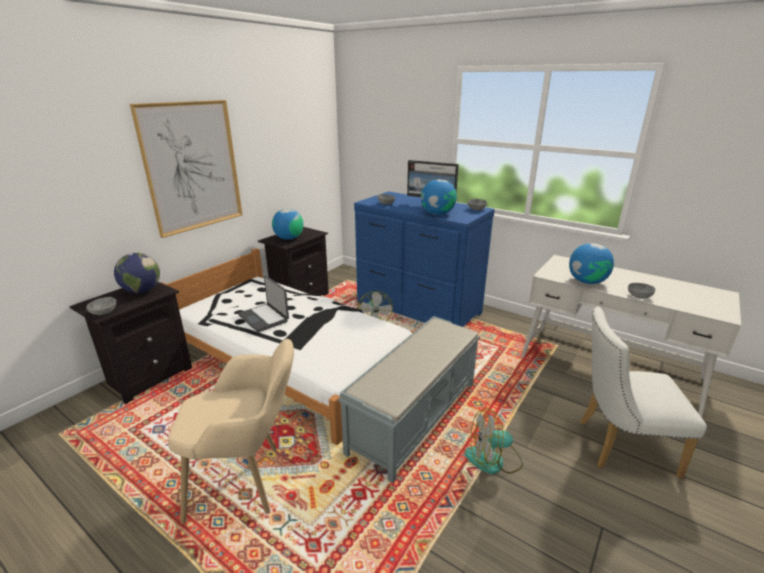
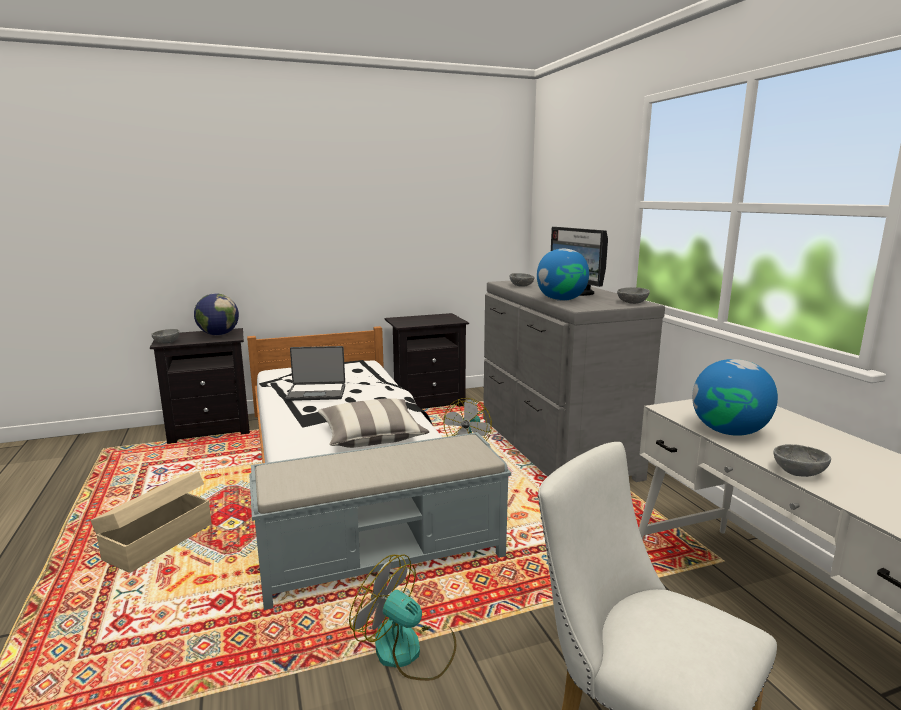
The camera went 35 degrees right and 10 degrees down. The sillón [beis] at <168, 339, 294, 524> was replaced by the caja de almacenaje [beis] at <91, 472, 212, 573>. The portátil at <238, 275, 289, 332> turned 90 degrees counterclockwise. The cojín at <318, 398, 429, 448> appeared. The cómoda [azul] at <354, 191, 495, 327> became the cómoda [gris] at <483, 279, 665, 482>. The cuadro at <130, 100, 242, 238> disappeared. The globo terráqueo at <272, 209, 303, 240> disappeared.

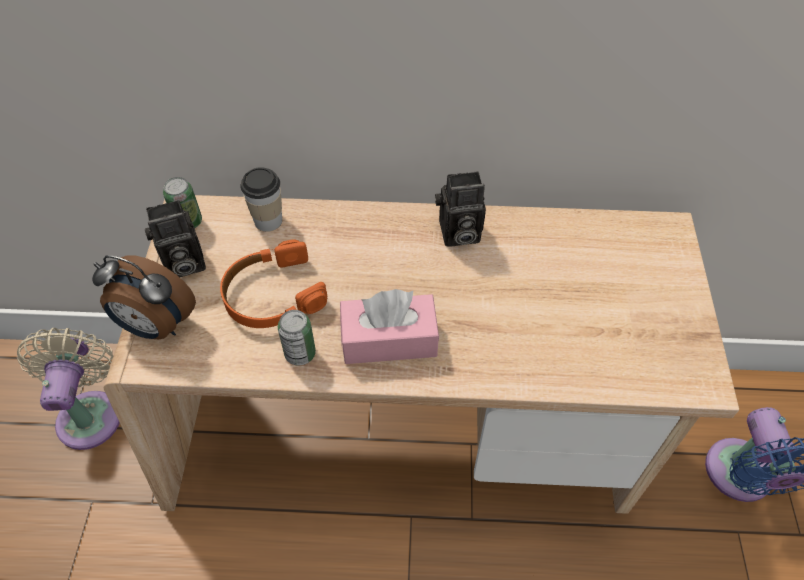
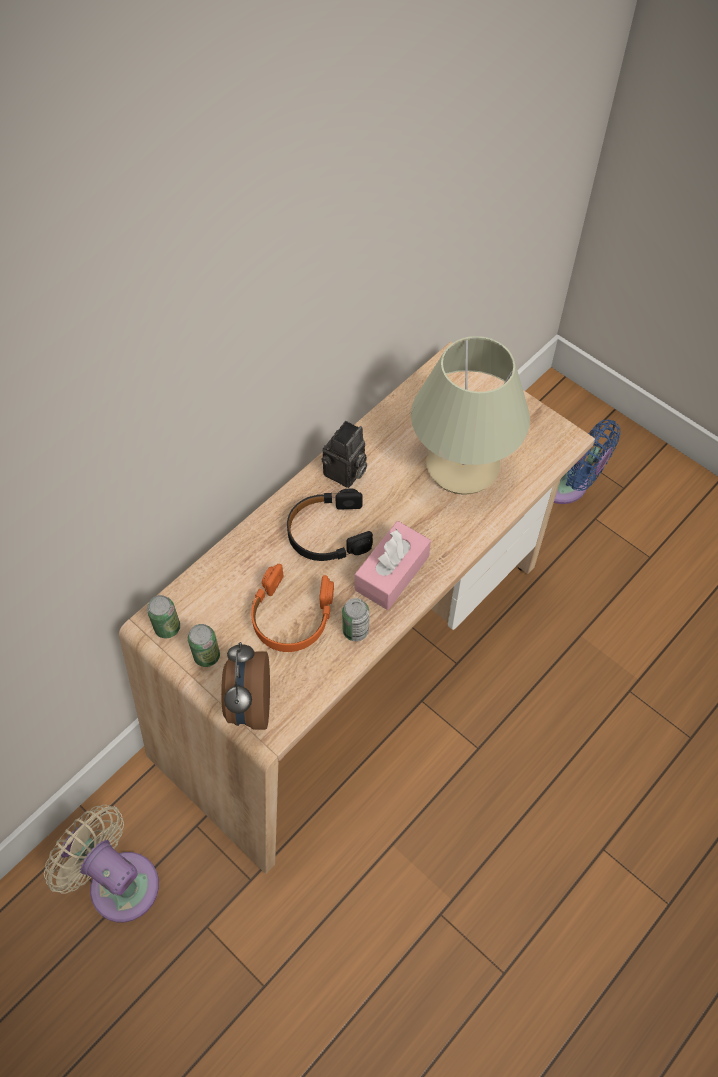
The camera went 50 degrees left and 5 degrees up. The cámara at <145, 200, 206, 277> was replaced by the lata at <188, 624, 220, 667>. The despertador at <92, 255, 196, 339> turned 120 degrees clockwise. The auriculares [negro] at <287, 489, 373, 561> appeared. The lámpara de mesa [beis] at <411, 336, 530, 495> appeared. The taza at <240, 167, 282, 232> disappeared.

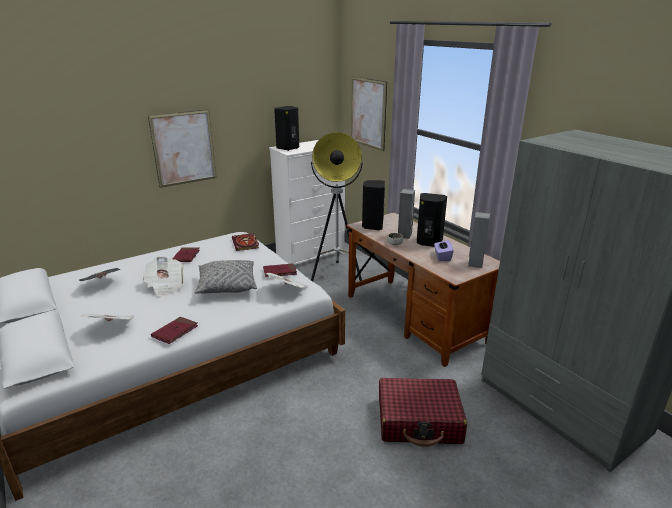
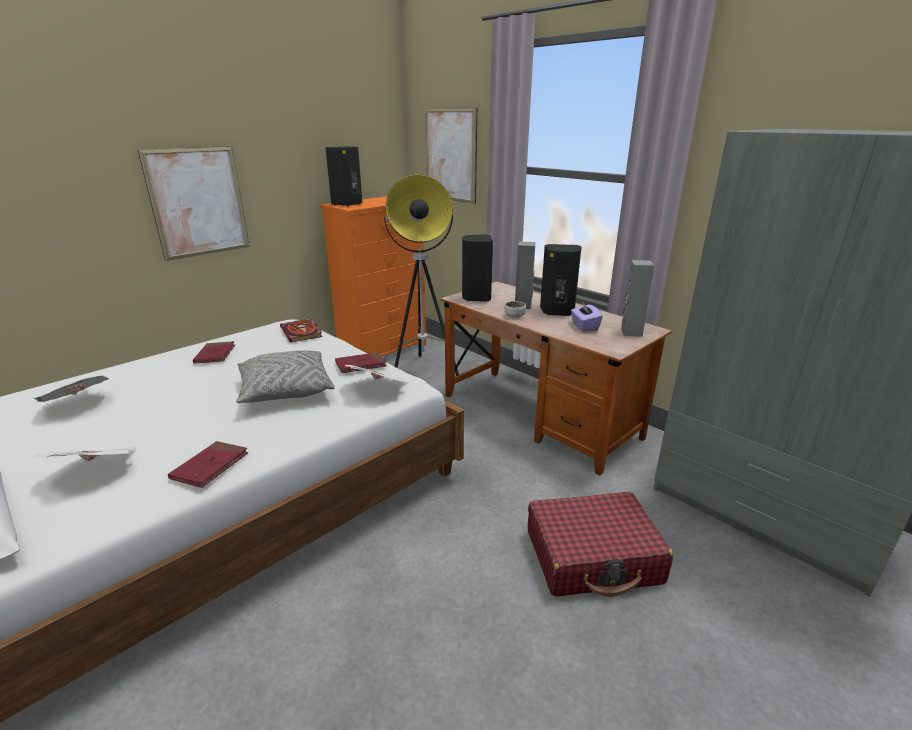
The camera went 10 degrees left and 0 degrees up. The cómoda [blanco] at <269, 140, 345, 265> became the cómoda [naranja] at <320, 196, 426, 356>. The periódico at <143, 256, 184, 297> disappeared.

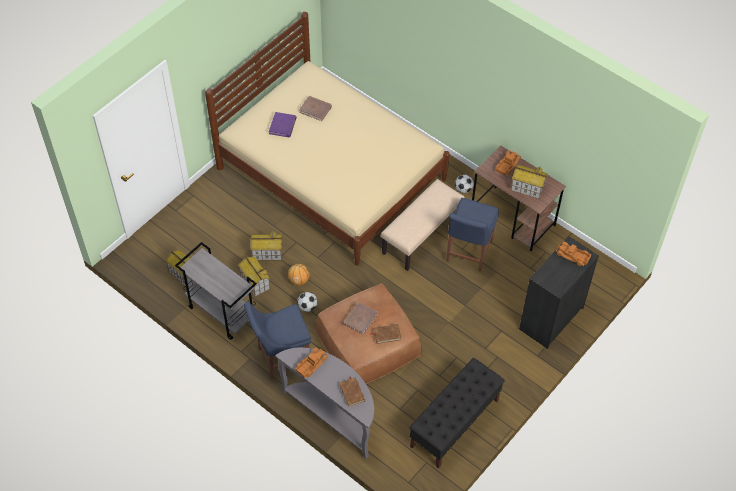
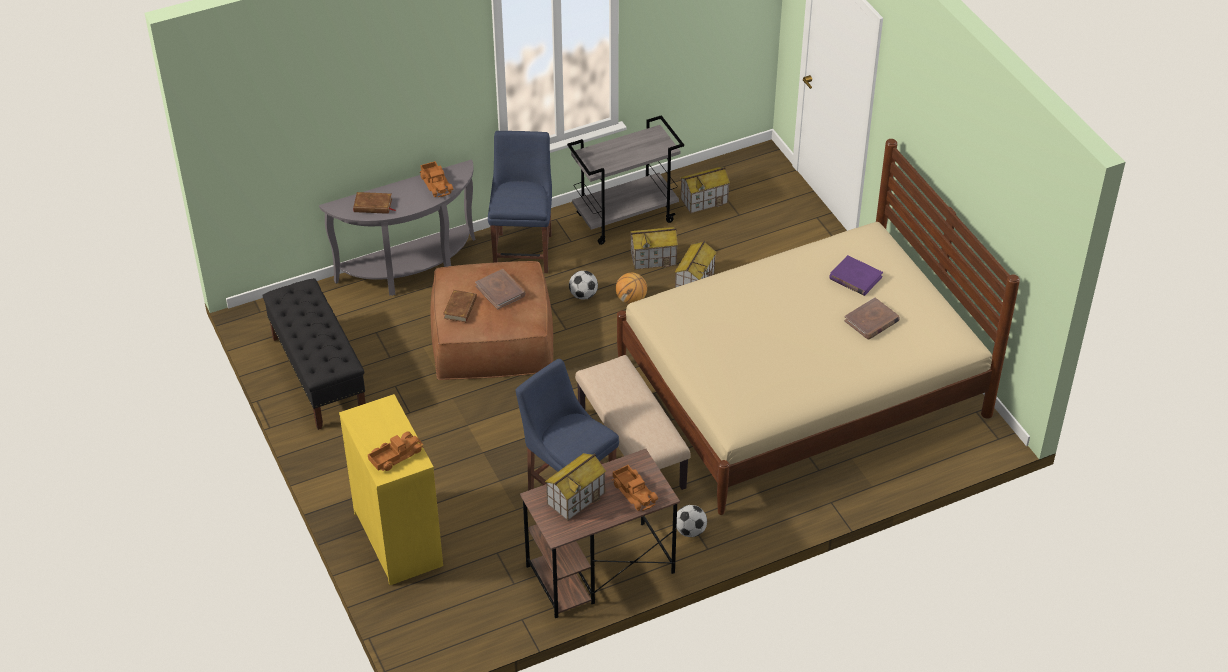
The camera went 115 degrees right and 10 degrees down. The cómoda [negro] at <519, 236, 599, 349> became the cómoda [amarillo] at <339, 394, 443, 585>.

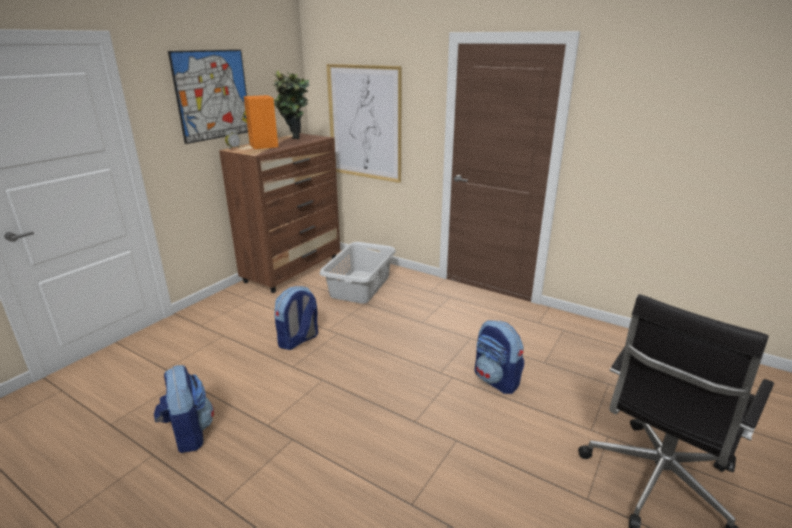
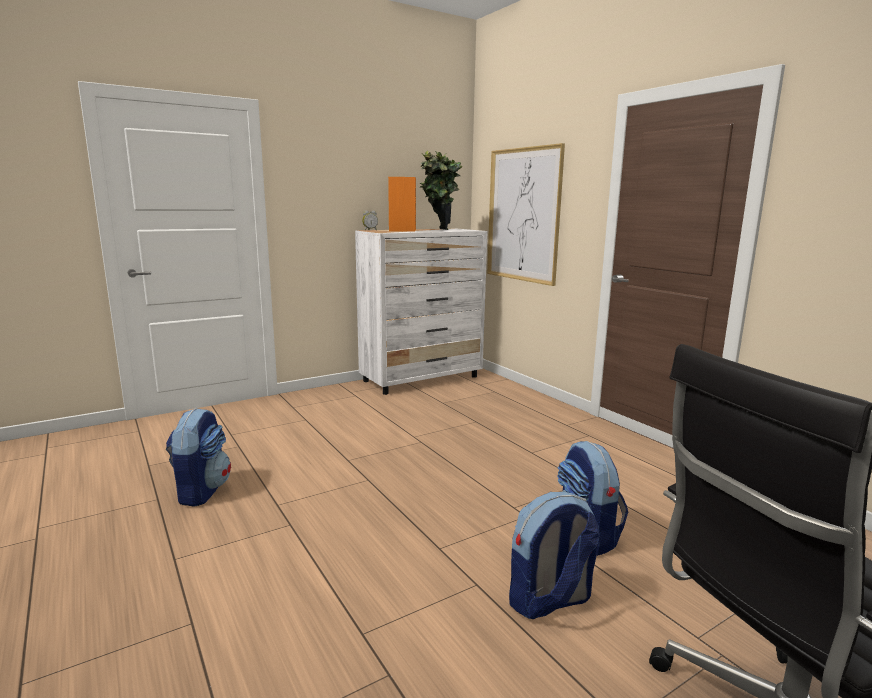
The camera went 25 degrees right and 10 degrees down. The cómoda [marrón] at <219, 133, 340, 293> became the cómoda [blanco] at <355, 229, 488, 395>. The mochila moved from <274, 286, 318, 350> to <509, 492, 599, 619>. The cuadro at <168, 50, 248, 144> disappeared. The cesto de la ropa [gris] at <320, 242, 396, 304> disappeared.

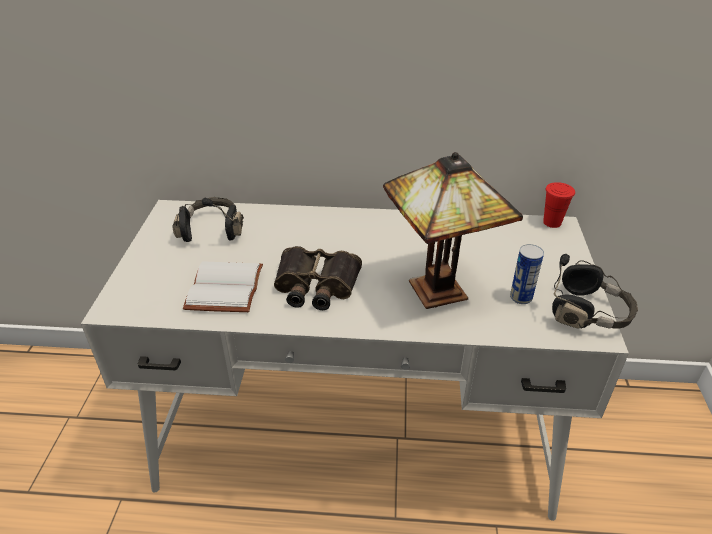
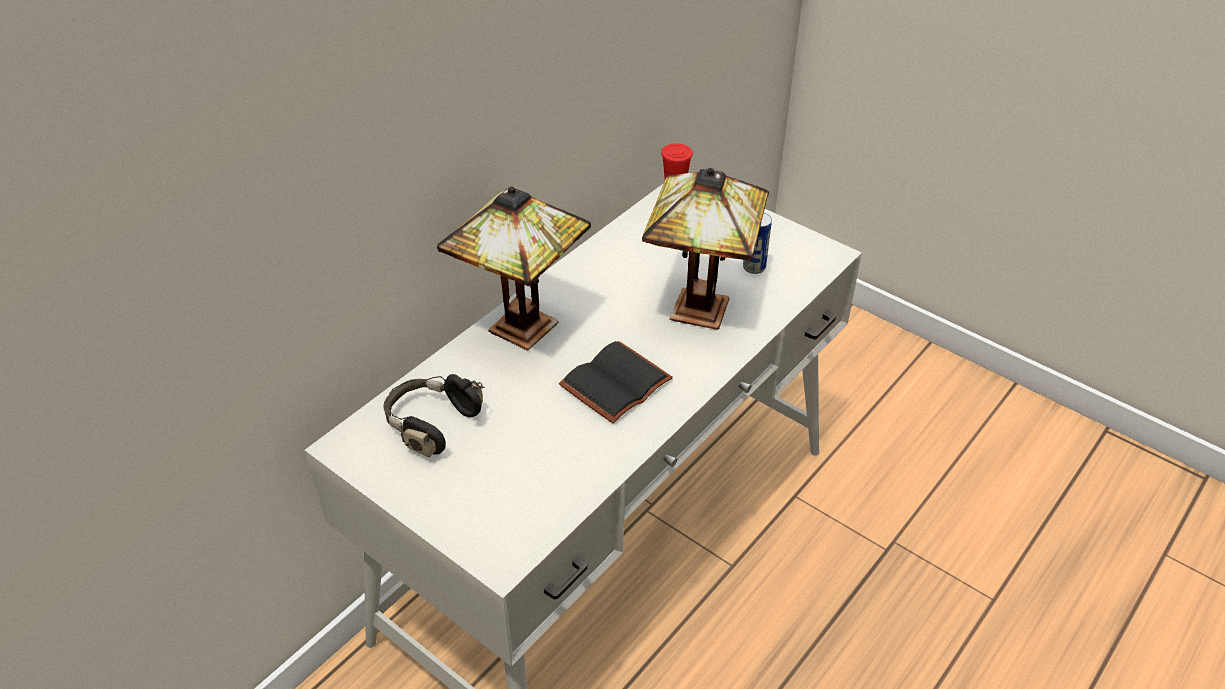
The camera went 55 degrees left and 5 degrees up. The lámpara de mesa at <437, 186, 591, 351> appeared. The prismáticos at <274, 246, 362, 310> was replaced by the libro [negro] at <559, 341, 673, 423>. The libro [blanco] at <183, 261, 263, 312> disappeared. The auriculares [negro] at <552, 254, 638, 329> disappeared.

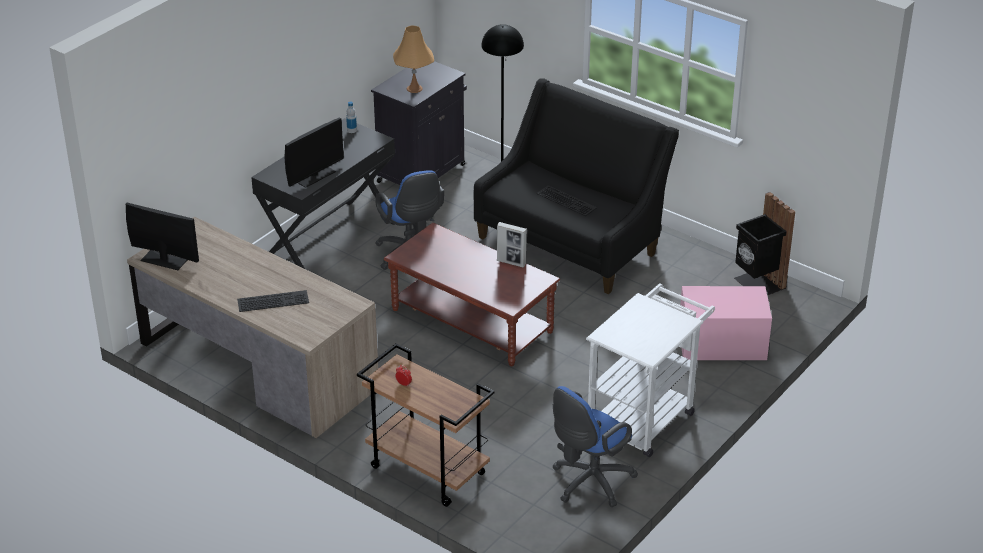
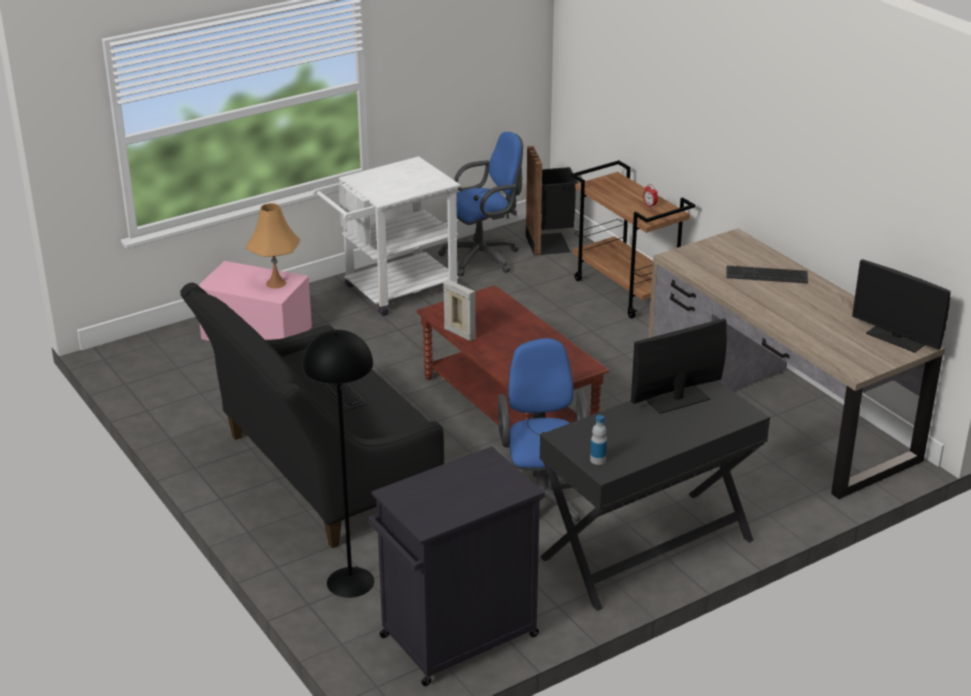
The camera went 160 degrees left and 5 degrees down. The lámpara de mesa [naranja] moved from <393, 25, 434, 93> to <246, 203, 300, 288>. The papelera [negro] moved from <734, 192, 795, 295> to <526, 146, 578, 255>.

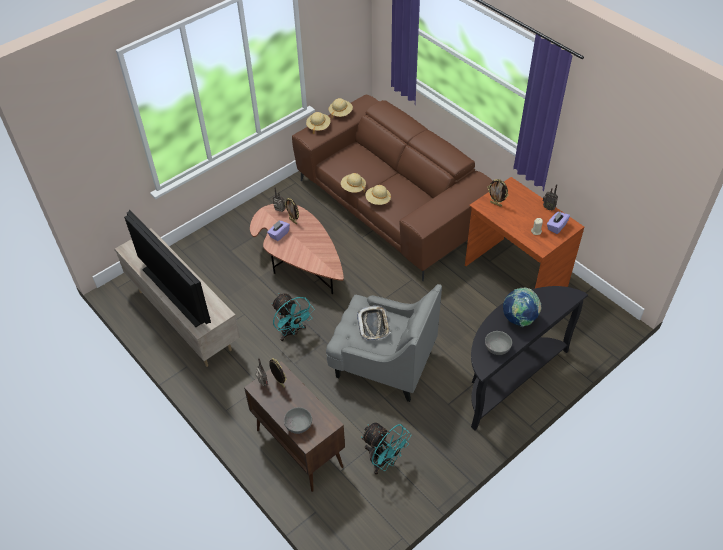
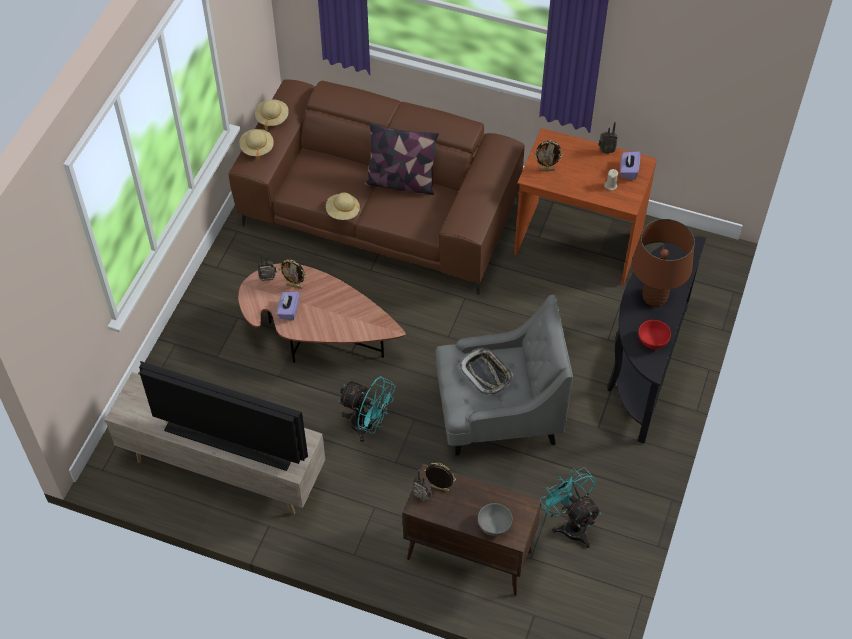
The camera went 30 degrees left and 5 degrees up. The cojín at <365, 122, 439, 195> appeared. The ventilador [turquesa] at <361, 422, 411, 475> turned 135 degrees counterclockwise. The globo terráqueo at <503, 287, 541, 327> was replaced by the lámpara de mesa [marrón] at <632, 219, 695, 307>. The cuenco [gris] at <485, 331, 512, 355> became the cuenco [rojo] at <638, 320, 671, 349>. The sombrero [beis] at <366, 185, 391, 205> disappeared.

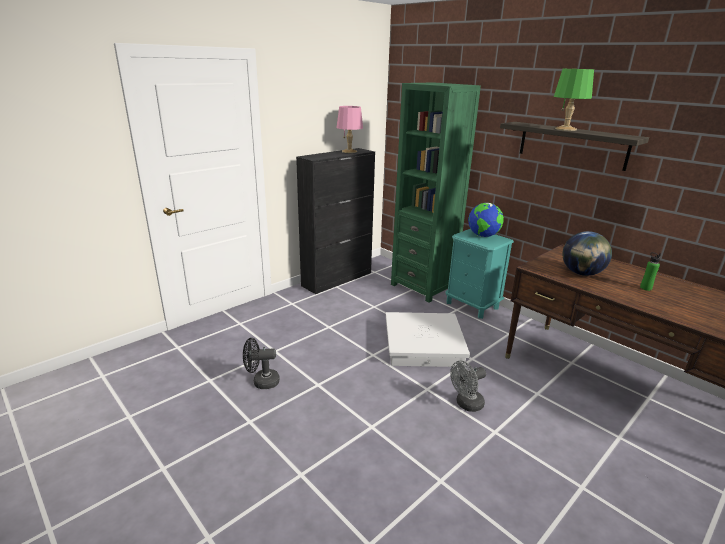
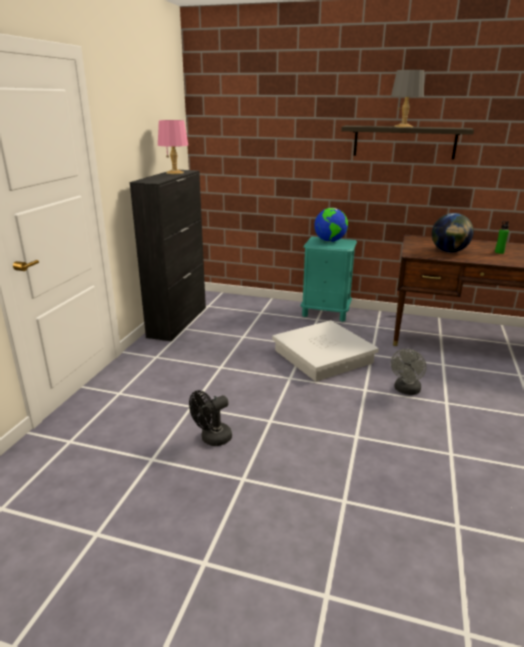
The camera went 30 degrees left and 0 degrees up. The lámpara de mesa [verde] at <554, 69, 594, 131> became the lámpara de mesa [gris] at <391, 70, 424, 128>. The estantería [verde] at <391, 82, 481, 303> disappeared.

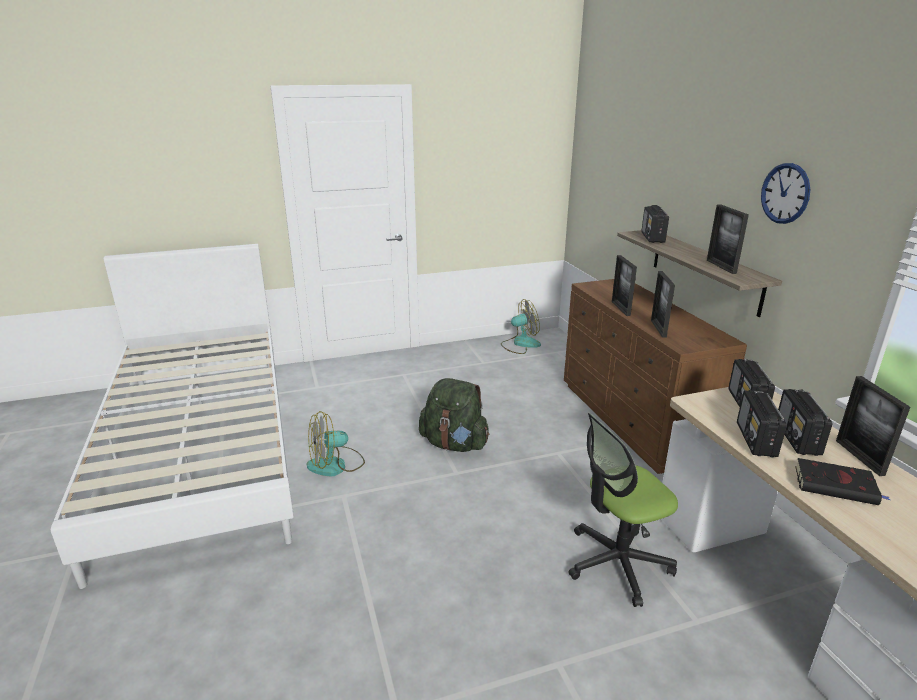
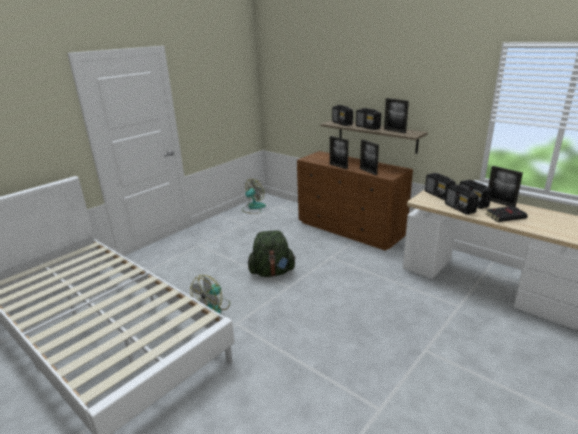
The camera went 30 degrees left and 0 degrees up. The radio at <356, 108, 381, 130> appeared. The silla de oficina at <568, 413, 678, 607> disappeared. The reloj de pared at <761, 163, 811, 224> disappeared.

